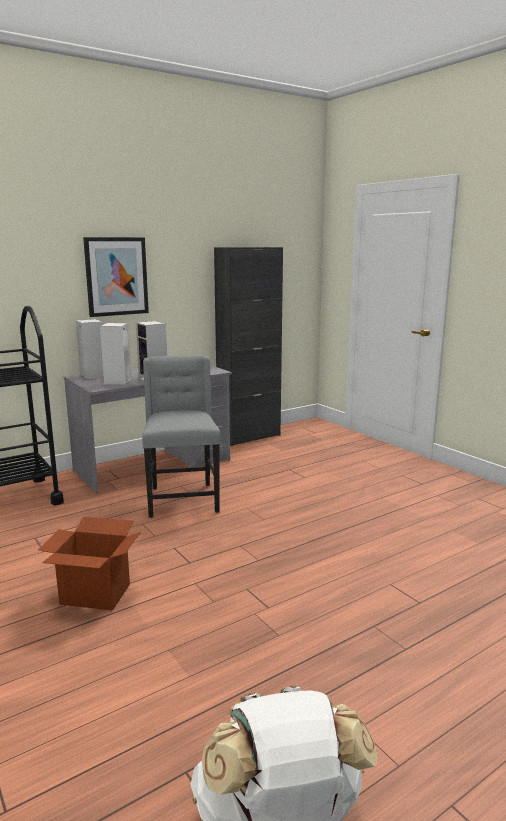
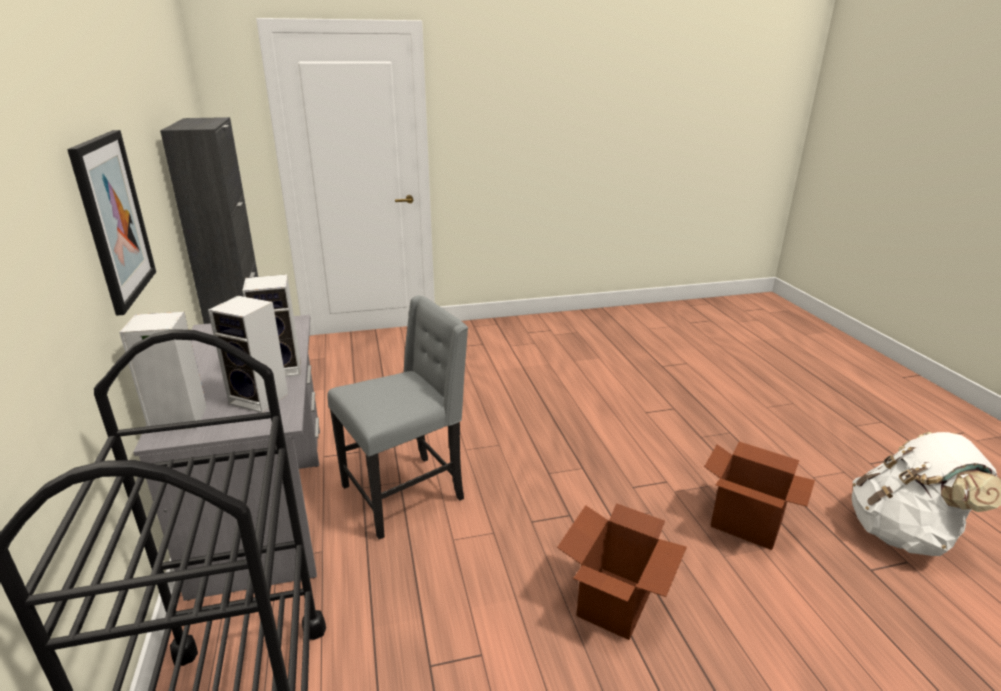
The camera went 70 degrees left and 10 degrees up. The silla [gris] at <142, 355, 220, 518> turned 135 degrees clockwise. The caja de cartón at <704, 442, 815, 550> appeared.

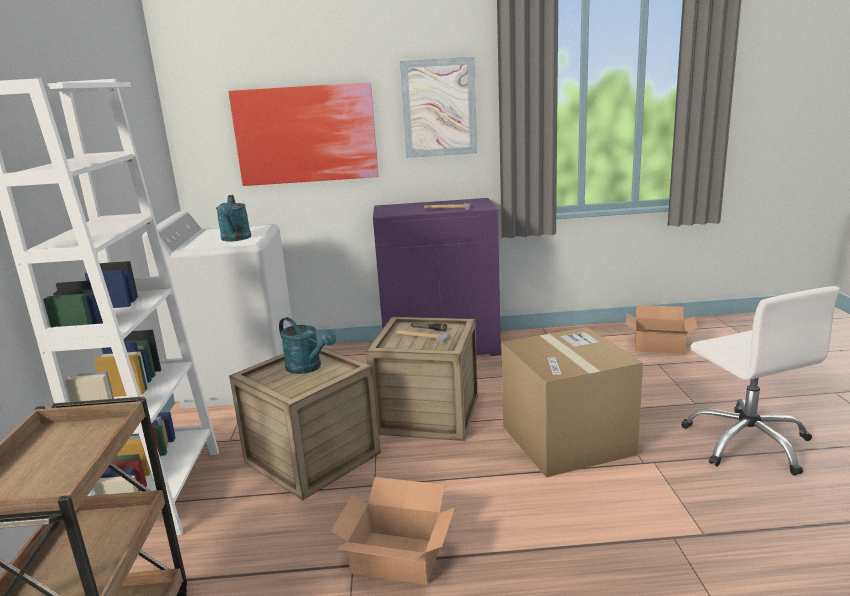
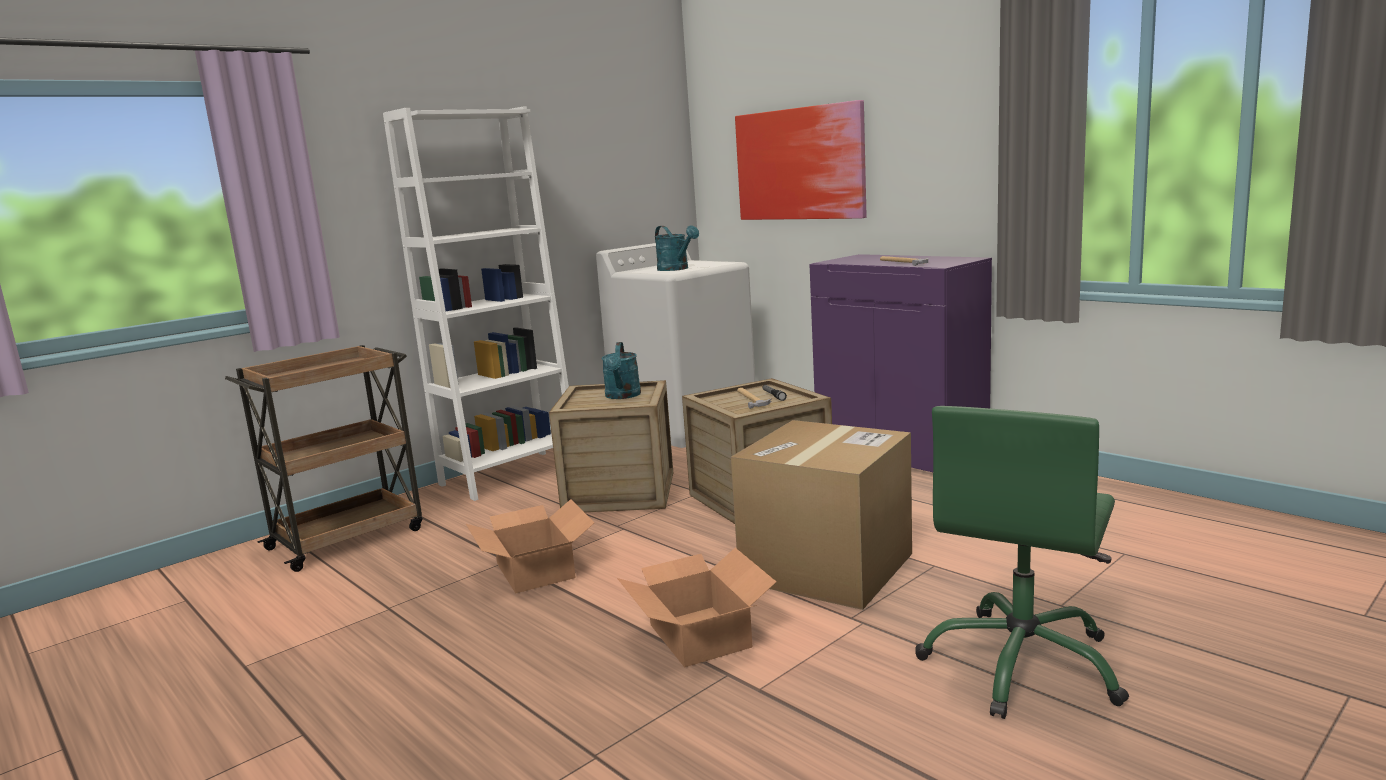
The camera went 50 degrees right and 5 degrees down. The caja de cartón moved from <626, 305, 698, 354> to <617, 548, 776, 667>. The regadera [turquesa] at <216, 195, 251, 241> turned 75 degrees counterclockwise. The silla de oficina [blanco] at <681, 286, 840, 476> became the silla de oficina [verde] at <915, 406, 1129, 719>. The cuadro at <400, 57, 477, 158> disappeared.

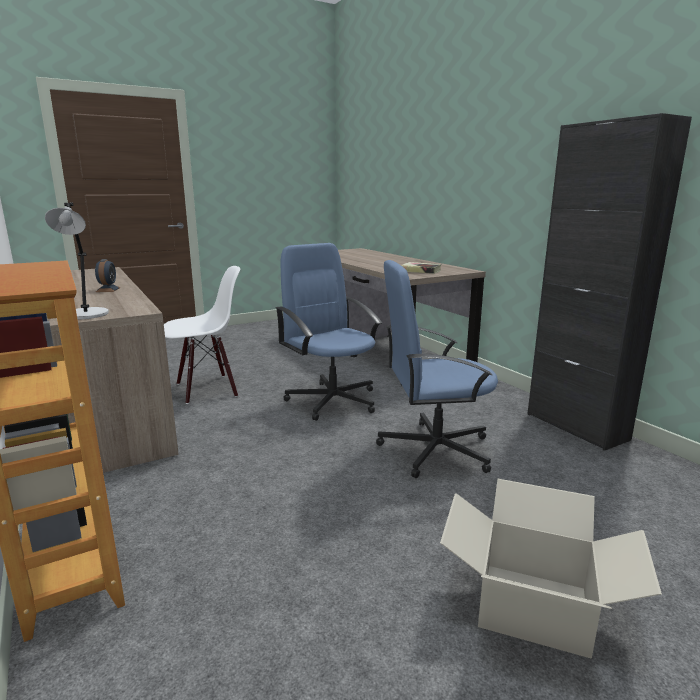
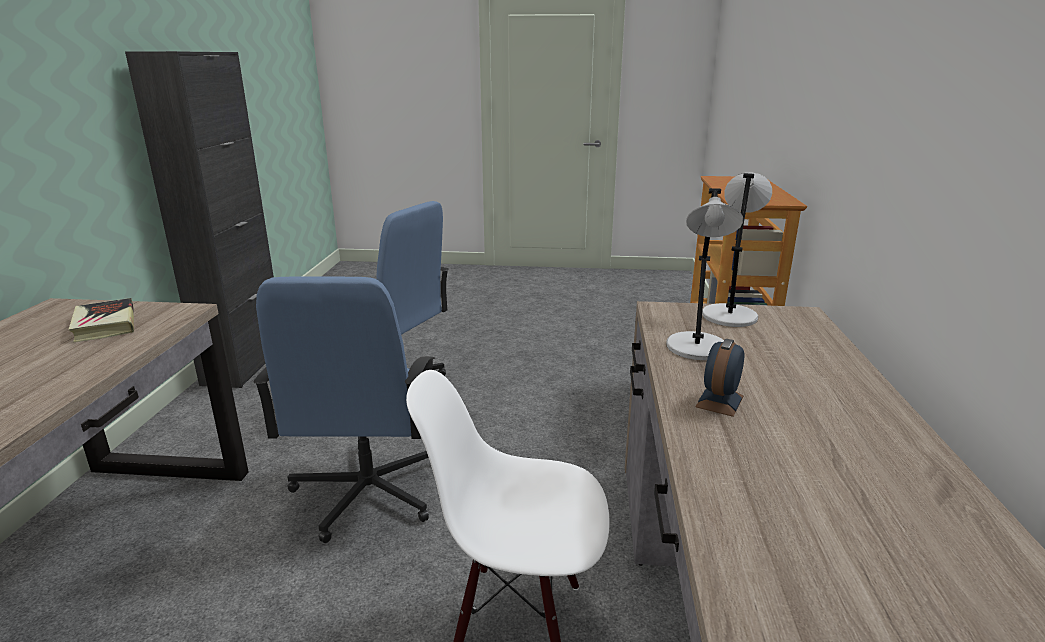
The camera went 145 degrees left and 5 degrees up. The lámpara de mesa [gris] at <666, 188, 743, 360> appeared. The caja de cartón at <440, 479, 662, 658> disappeared.

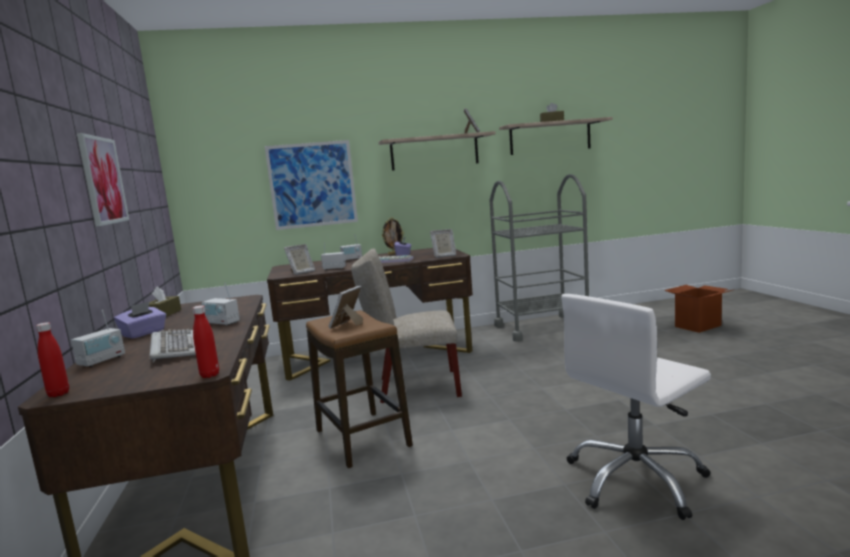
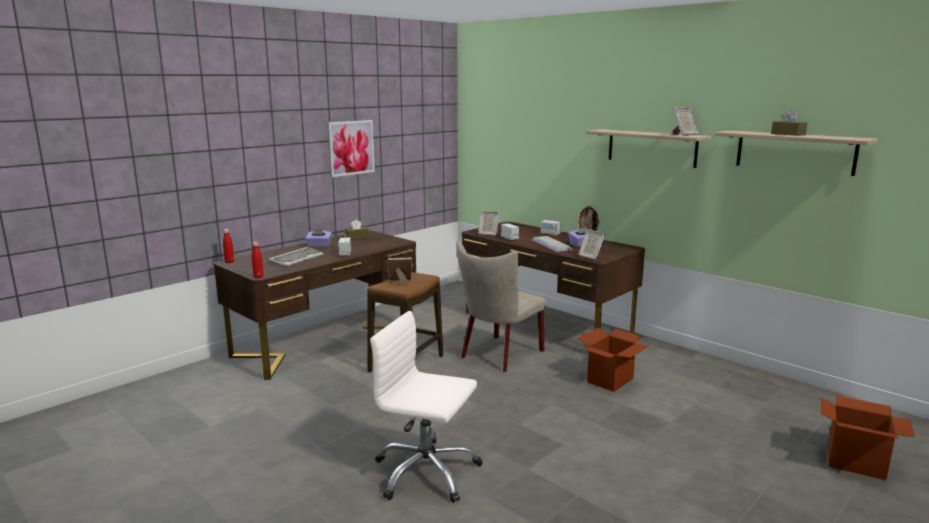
The camera went 55 degrees right and 5 degrees up. The silla [beis] at <351, 248, 462, 403> turned 105 degrees counterclockwise. The caja de cartón at <577, 328, 649, 392> appeared. The radio at <71, 310, 125, 367> disappeared. The cuadro at <265, 140, 358, 230> disappeared. The carrito [gris] at <490, 174, 589, 342> disappeared.

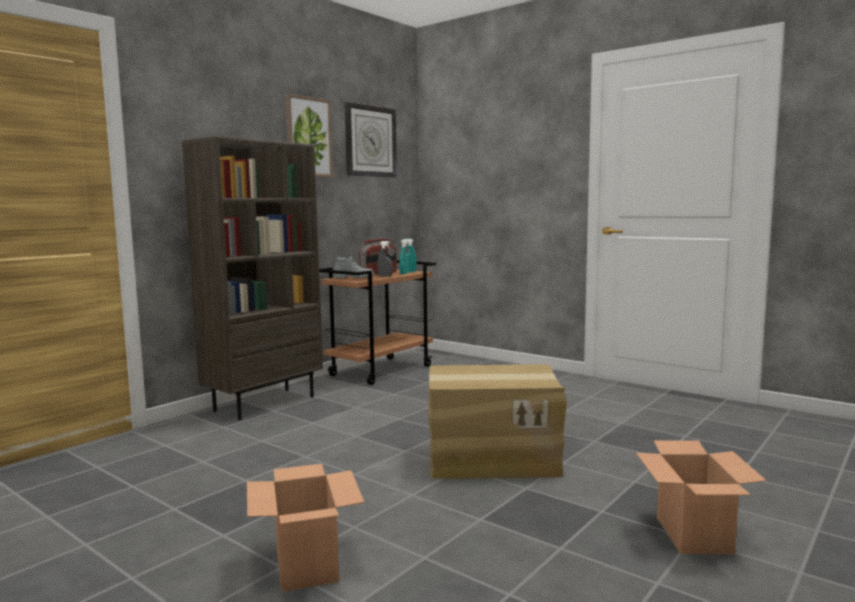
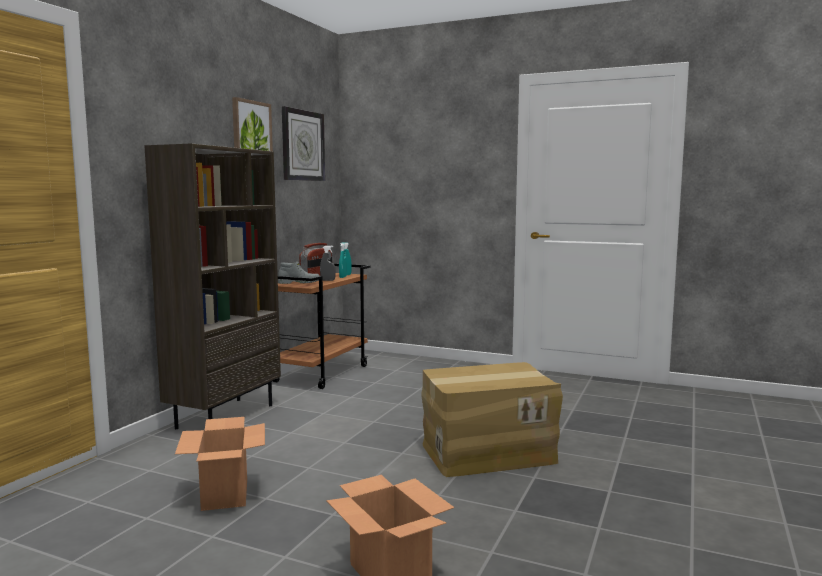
The camera went 15 degrees left and 0 degrees up. The caja de cartón moved from <636, 441, 766, 554> to <175, 417, 265, 511>.

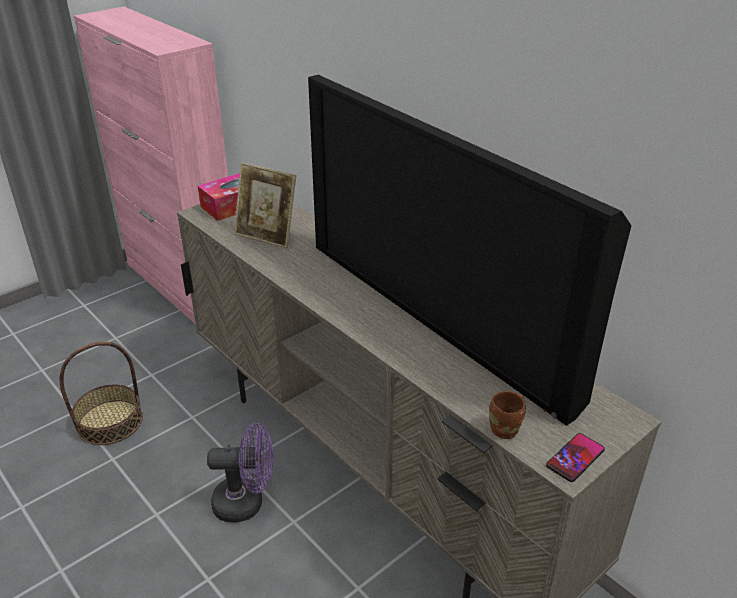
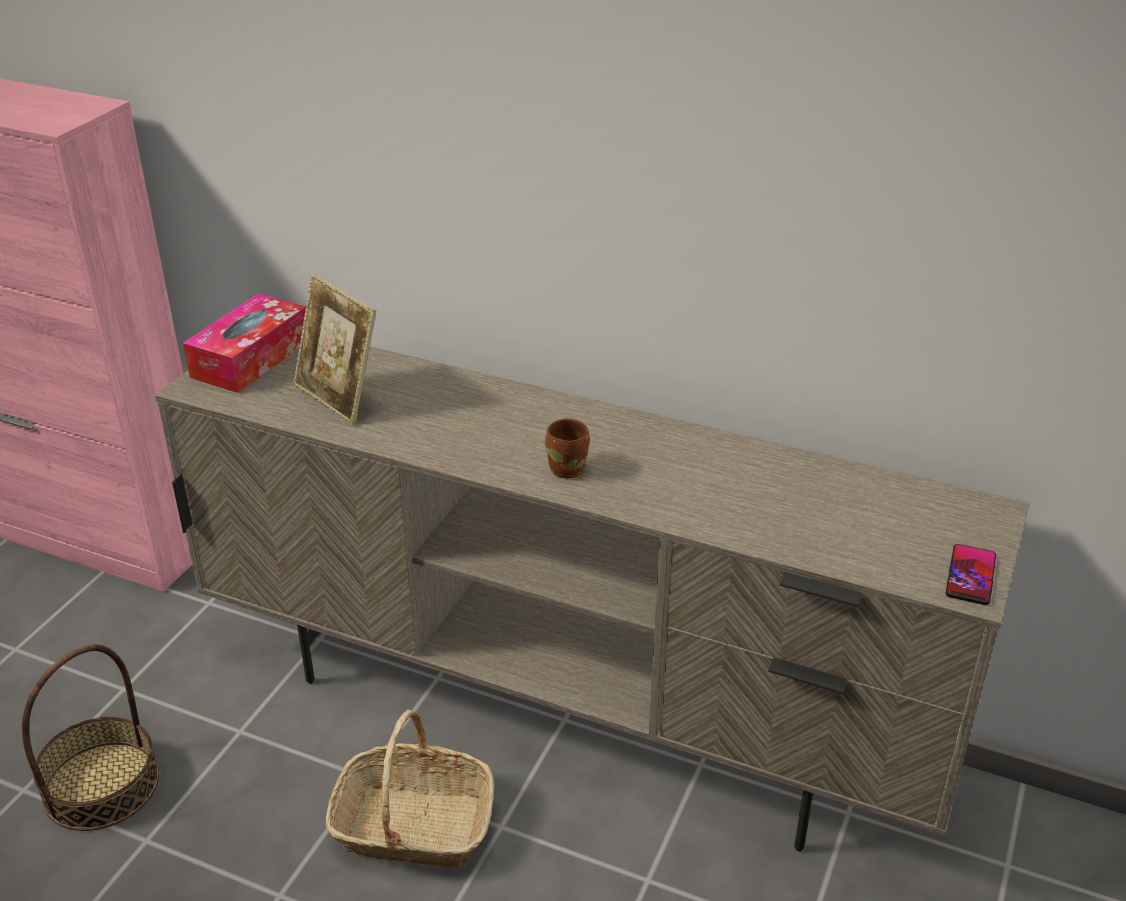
The camera went 25 degrees left and 0 degrees up. The portarretratos at <234, 162, 296, 248> turned 45 degrees clockwise. The ventilador [morado] at <207, 422, 274, 523> was replaced by the cesta at <325, 710, 494, 868>. The taza grande [marrón] moved from <489, 391, 526, 439> to <545, 418, 589, 478>. The televisor at <308, 75, 632, 426> disappeared.

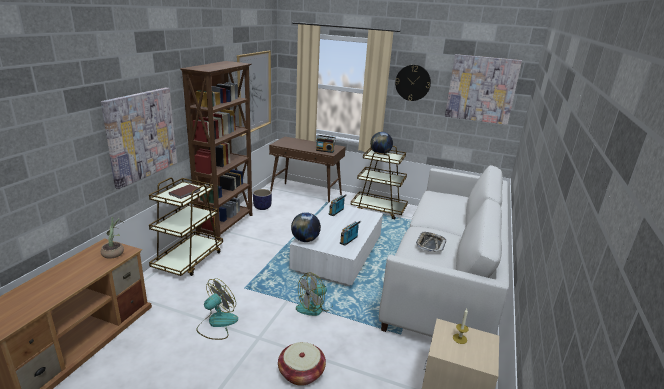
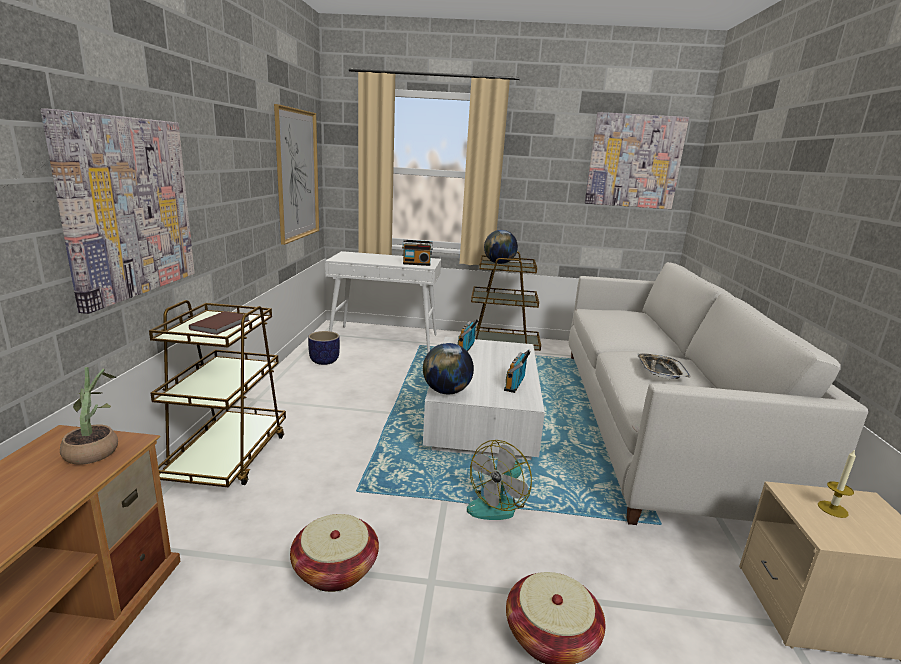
The camera went 15 degrees left and 5 degrees down. The ventilador at <196, 278, 238, 340> was replaced by the cesta at <290, 514, 379, 592>. The mesa consola [marrón] at <269, 137, 346, 203> became the mesa consola [blanco] at <325, 251, 441, 352>. The estantería [marrón] at <180, 61, 252, 240> disappeared. The reloj de pared at <395, 65, 431, 101> disappeared.

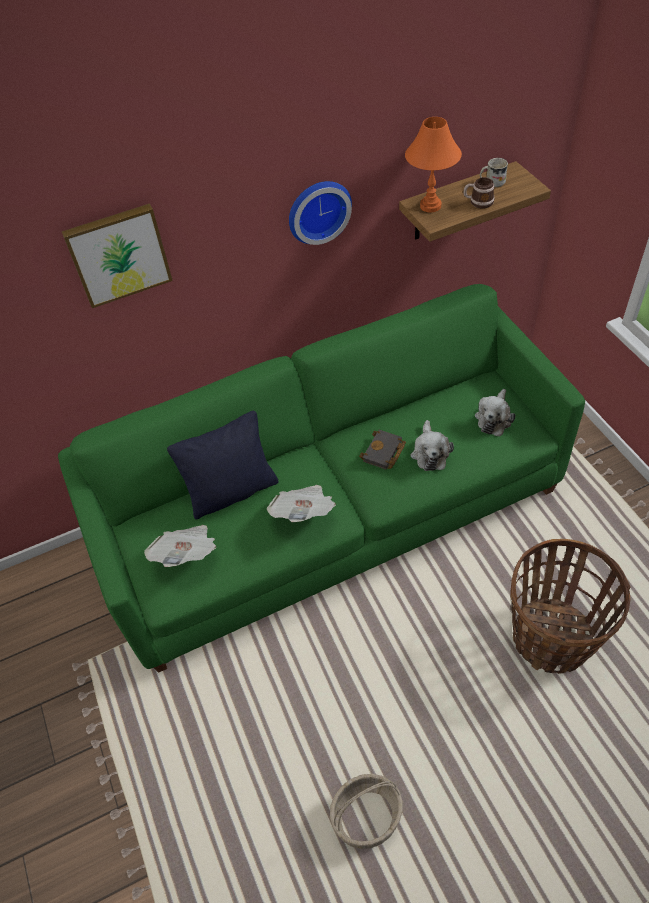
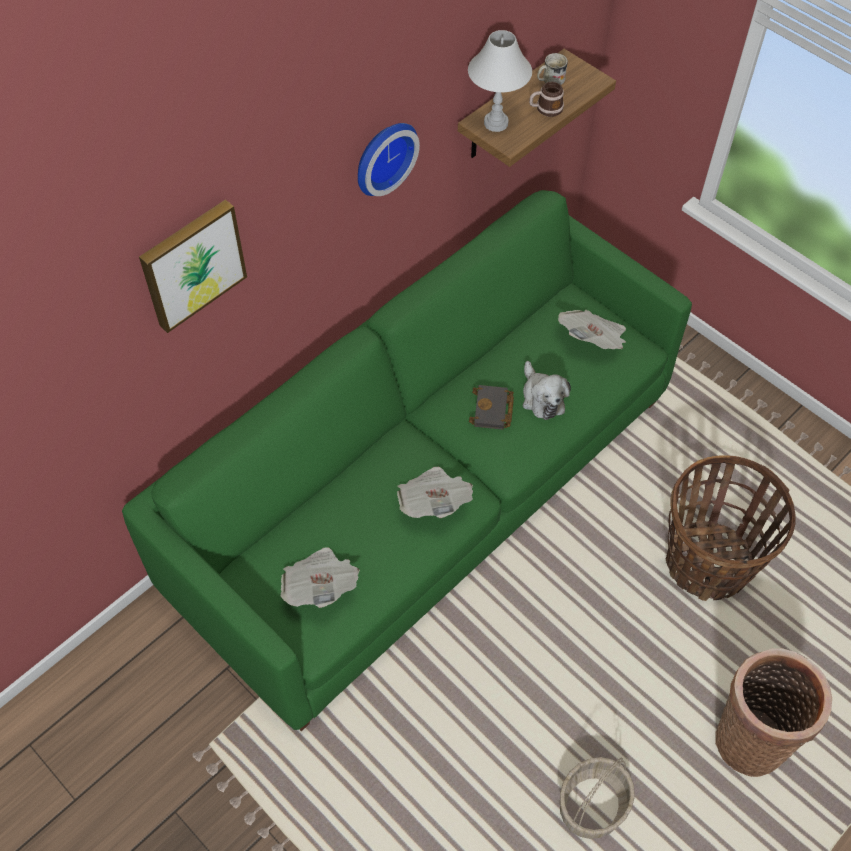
The camera went 25 degrees left and 5 degrees up. The lámpara de mesa [naranja] at <405, 117, 462, 213> became the lámpara de mesa [blanco] at <468, 30, 532, 132>. The peluche at <475, 389, 516, 436> was replaced by the periódico at <558, 310, 626, 349>. The cesta at <715, 648, 832, 777> appeared. The cojín [negro] at <167, 411, 278, 520> disappeared.

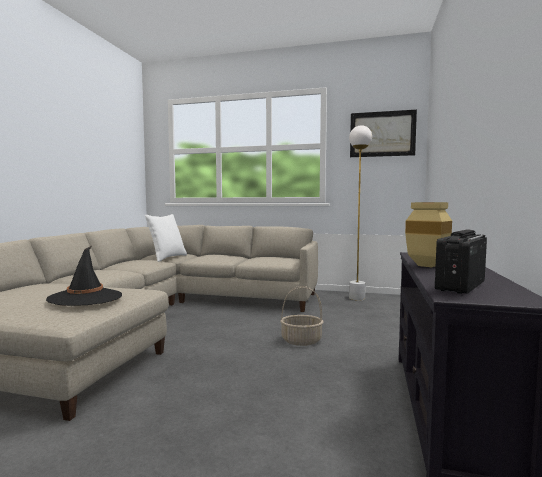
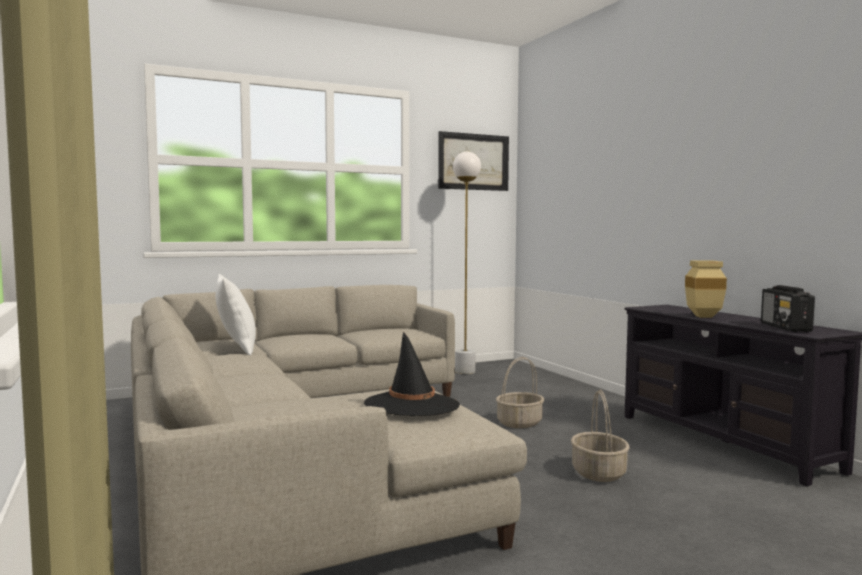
The camera went 40 degrees left and 0 degrees up. The cesta at <571, 390, 630, 482> appeared.

